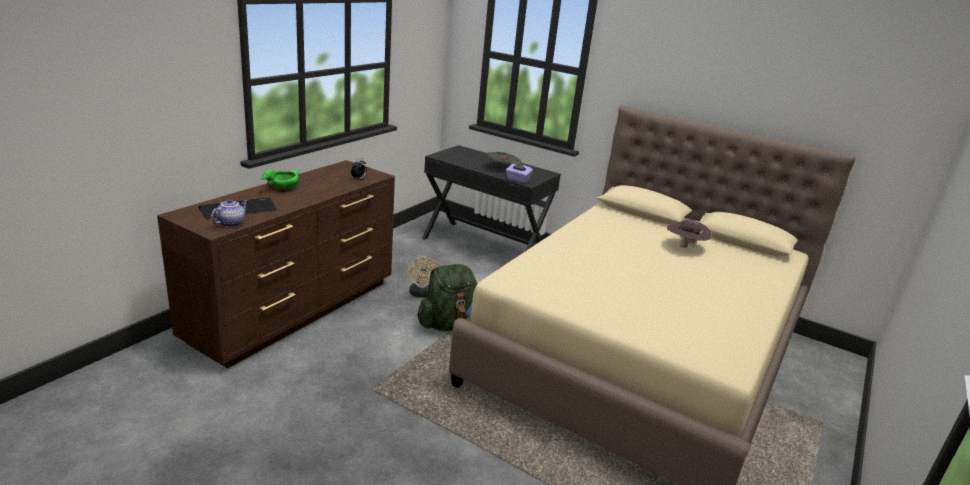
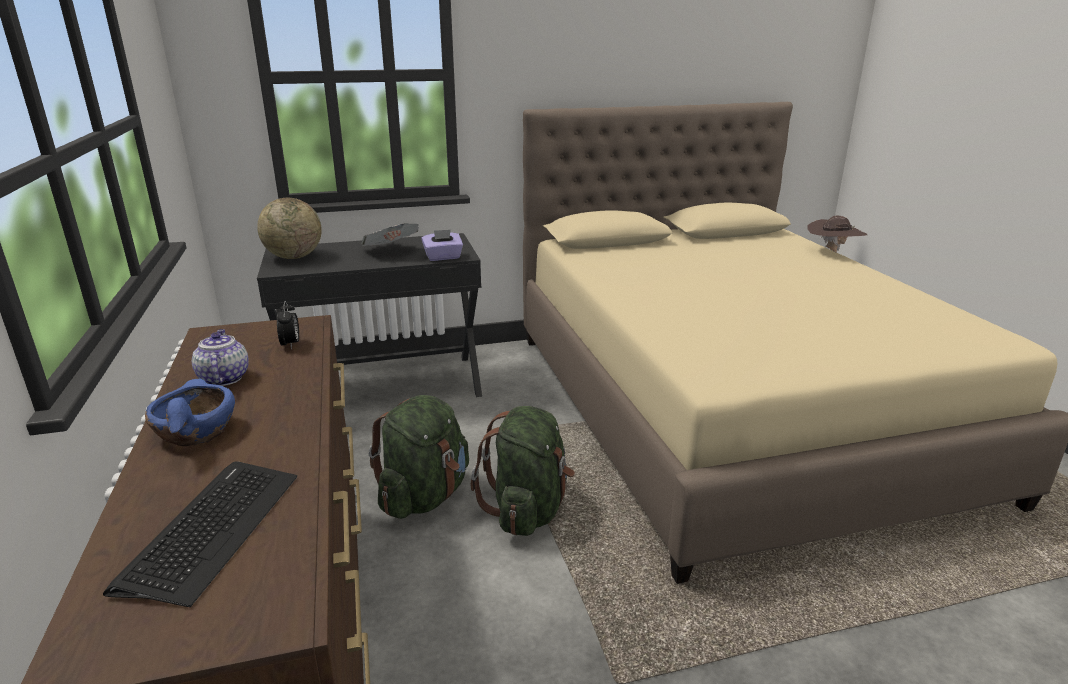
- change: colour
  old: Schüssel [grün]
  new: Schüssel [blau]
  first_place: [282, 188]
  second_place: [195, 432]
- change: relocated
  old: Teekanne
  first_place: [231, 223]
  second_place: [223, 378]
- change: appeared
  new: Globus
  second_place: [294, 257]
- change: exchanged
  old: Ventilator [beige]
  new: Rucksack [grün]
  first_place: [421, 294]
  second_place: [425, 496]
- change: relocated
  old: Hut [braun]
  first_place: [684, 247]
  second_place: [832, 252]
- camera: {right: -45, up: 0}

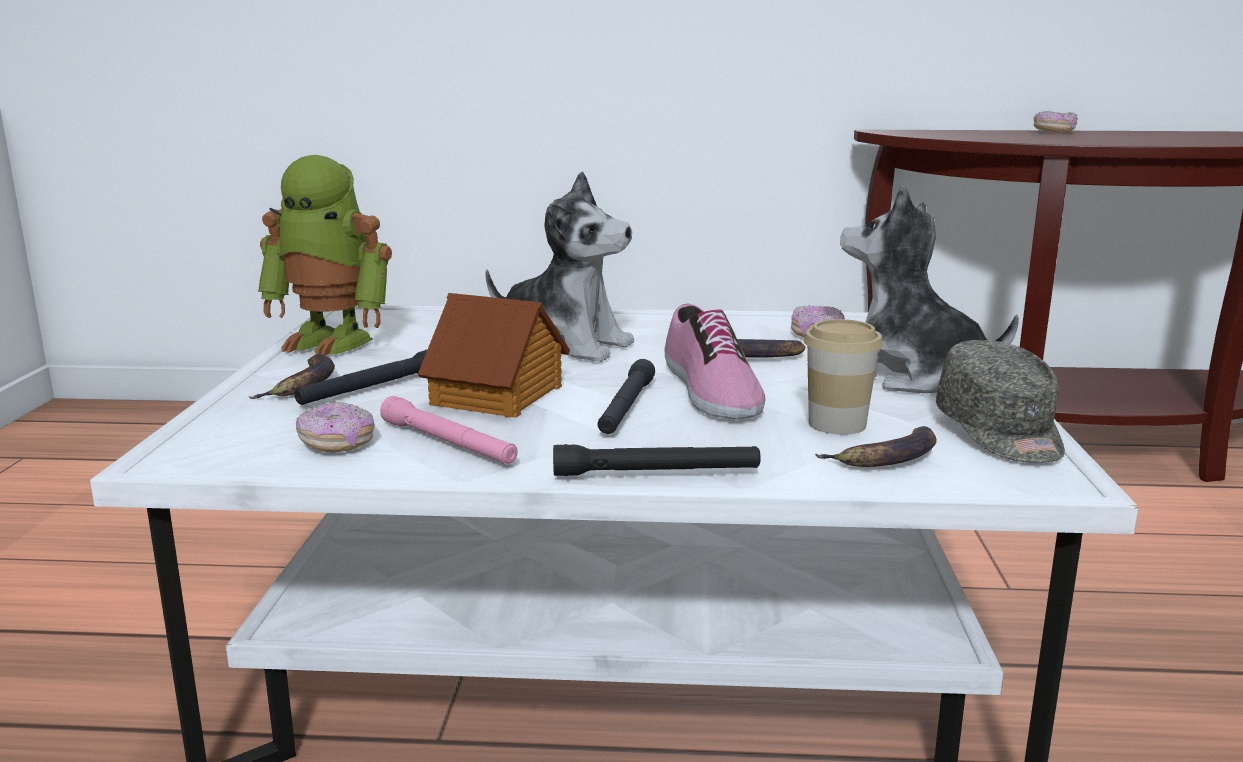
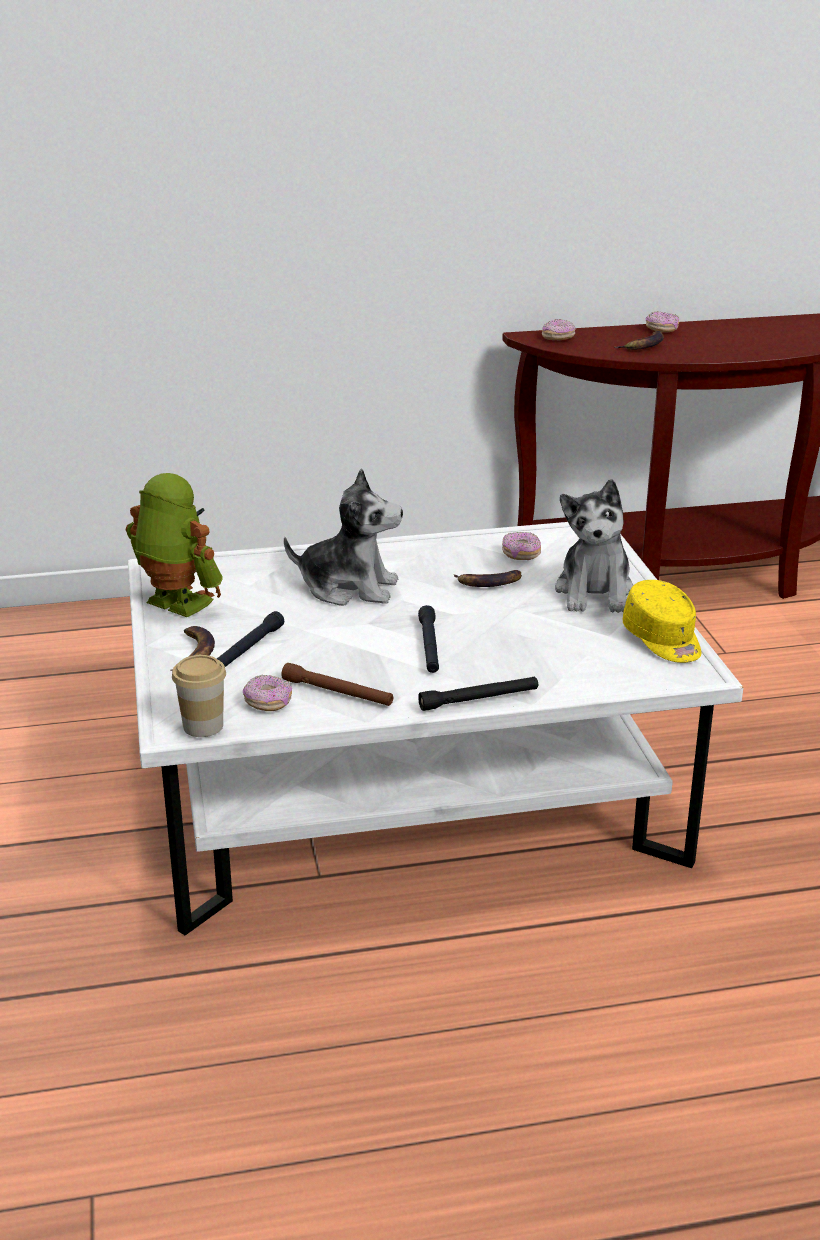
- change: spun
  old: Spielzeugroboter
  first_place: [332, 340]
  second_place: [175, 604]
  degrees: -150
- change: relocated
  old: Tasse
  first_place: [837, 424]
  second_place: [203, 726]
- change: colour
  old: Taschenlampe [rosa]
  new: Taschenlampe [braun]
  first_place: [448, 444]
  second_place: [337, 693]
- change: appeared
  new: Donut
  second_place: [558, 338]
- change: spun
  old: Plüschtier
  first_place: [908, 376]
  second_place: [595, 592]
  degrees: -105
- change: relocated
  old: Banane
  first_place: [886, 457]
  second_place: [643, 345]
- change: colour
  old: Kappe [grau]
  new: Kappe [gelb]
  first_place: [1000, 432]
  second_place: [663, 640]
- change: missing
  old: Spielzeughaus
  first_place: [499, 395]
- change: missing
  old: Schuh
  first_place: [708, 390]
- camera: {right: -15, up: 10}

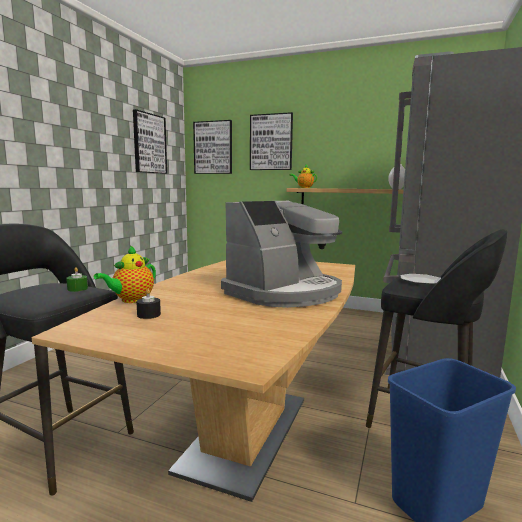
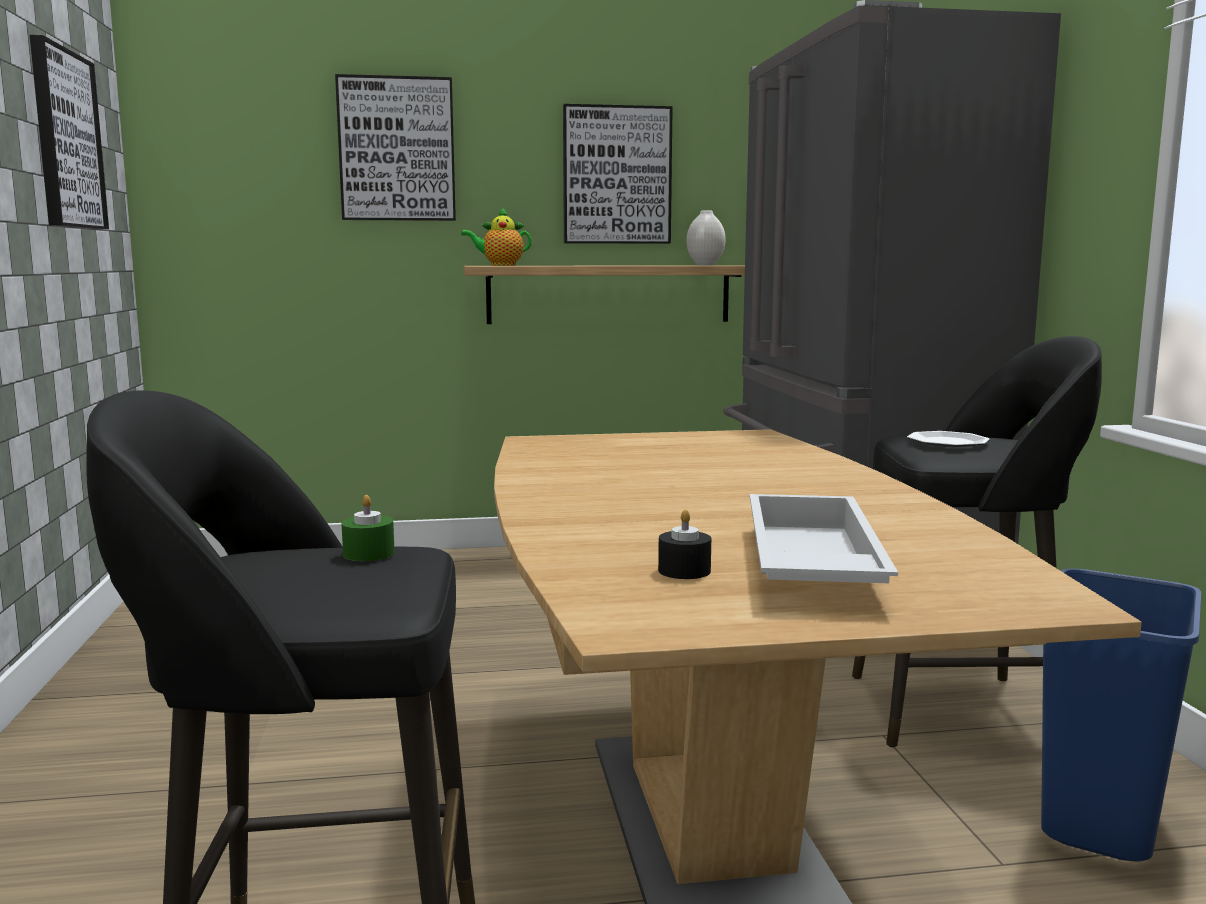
- change: relocated
  old: Bild
  first_place: [213, 147]
  second_place: [616, 175]
- change: appeared
  new: Tablett [weiß]
  second_place: [807, 563]
- change: missing
  old: Teekanne
  first_place: [131, 300]
- change: missing
  old: Kaffeemaschine
  first_place: [284, 292]
- camera: {right: -30, up: 0}

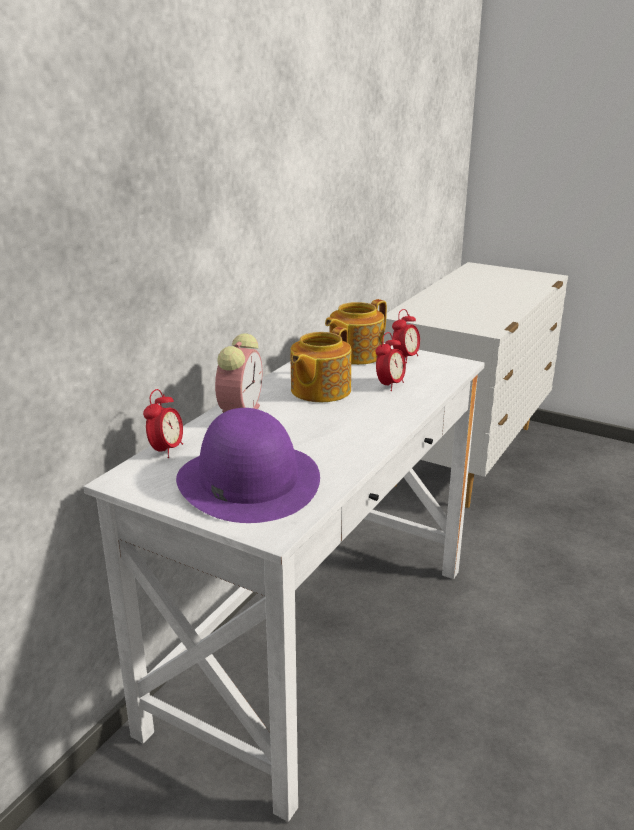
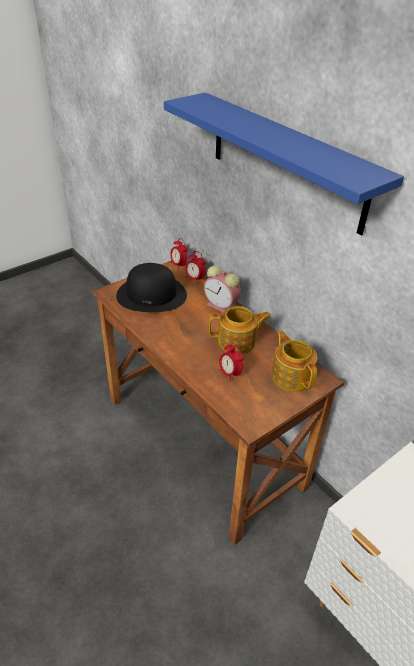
- change: colour
  old: Schreibtisch [weiß]
  new: Schreibtisch [braun]
  first_place: [315, 643]
  second_place: [203, 441]
- change: colour
  old: Hut [lila]
  new: Hut [schwarz]
  first_place: [248, 480]
  second_place: [152, 294]
- change: appeared
  new: Wandregal [blau]
  second_place: [285, 161]
- change: relocated
  old: Wecker
  first_place: [405, 358]
  second_place: [178, 265]
- change: spun
  old: Teekanne
  first_place: [319, 390]
  second_place: [237, 341]
  degrees: 120
- camera: {right: 110, up: 15}

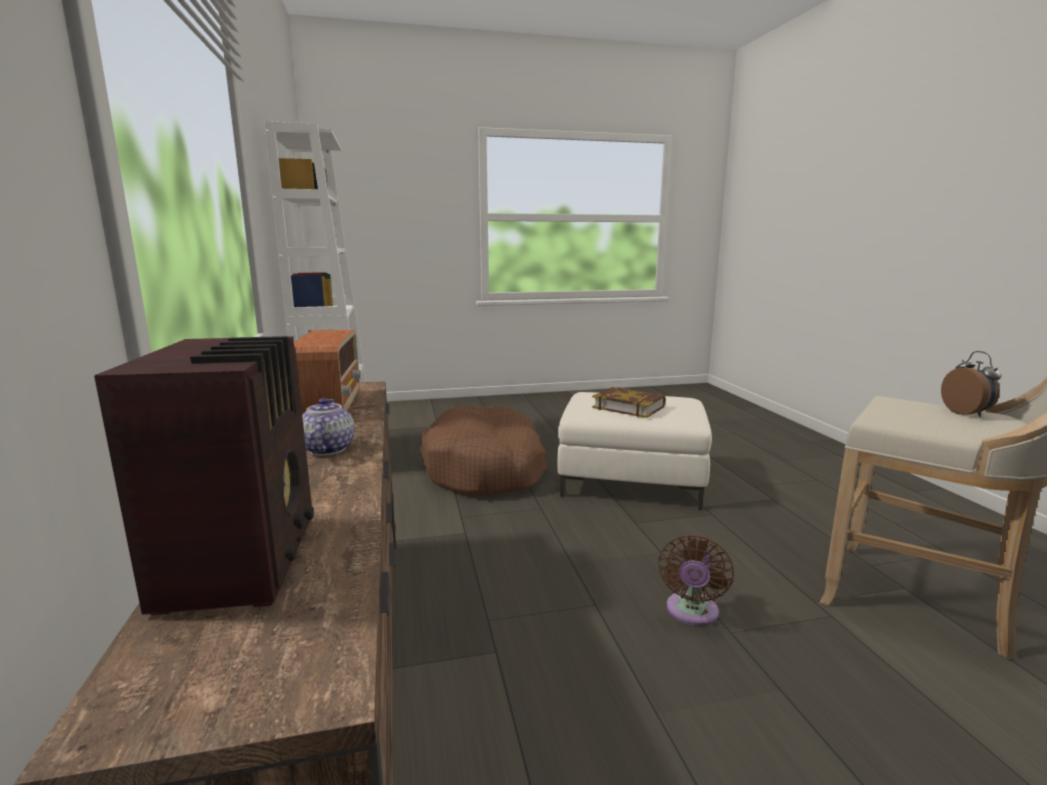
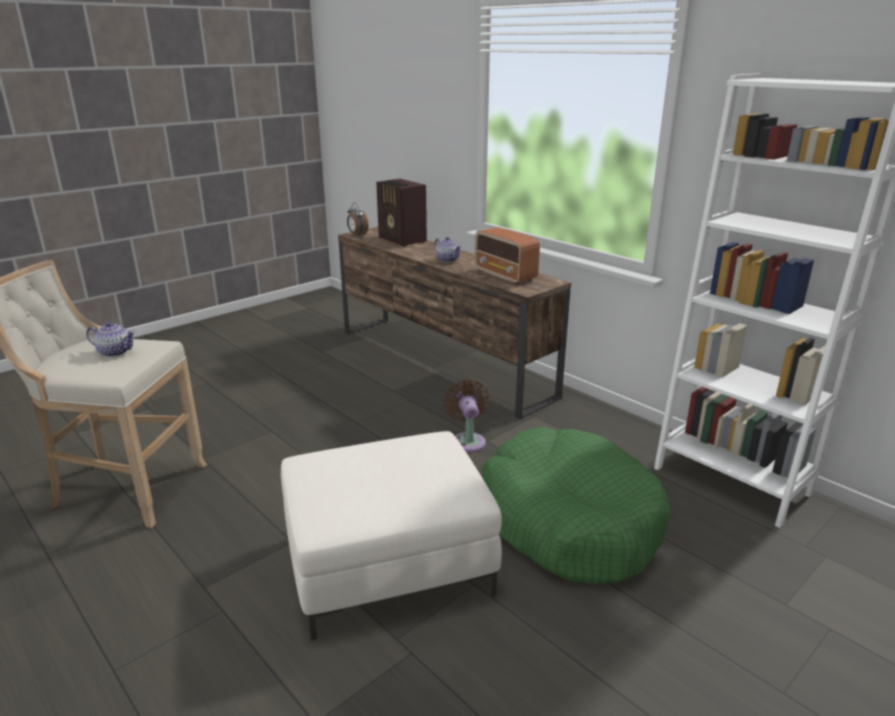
- change: appeared
  new: Teekanne
  second_place: [115, 352]
- change: relocated
  old: Wecker
  first_place: [967, 413]
  second_place: [357, 235]
- change: relocated
  old: Ventilator [braun]
  first_place: [691, 613]
  second_place: [468, 440]
- change: colour
  old: Hundebett [braun]
  new: Hundebett [grün]
  first_place: [485, 469]
  second_place: [569, 521]
- change: missing
  old: Buch
  first_place: [629, 407]
- camera: {right: 150, up: 10}

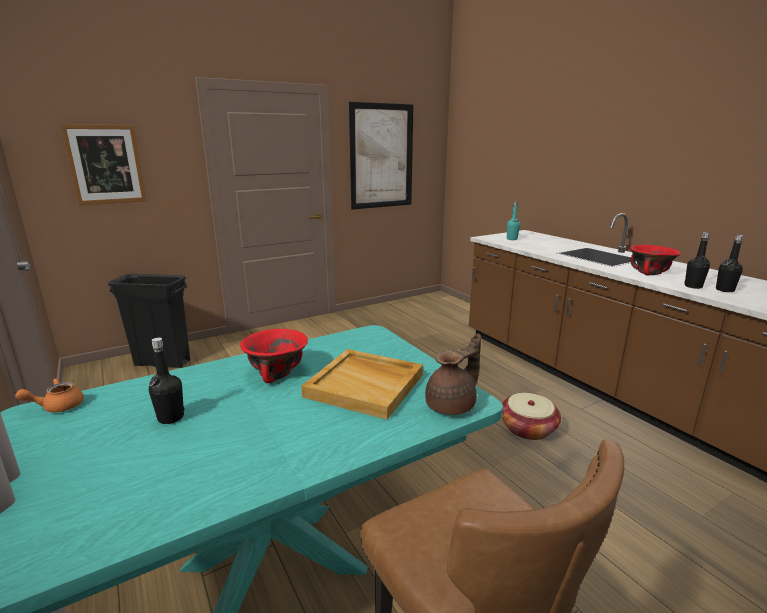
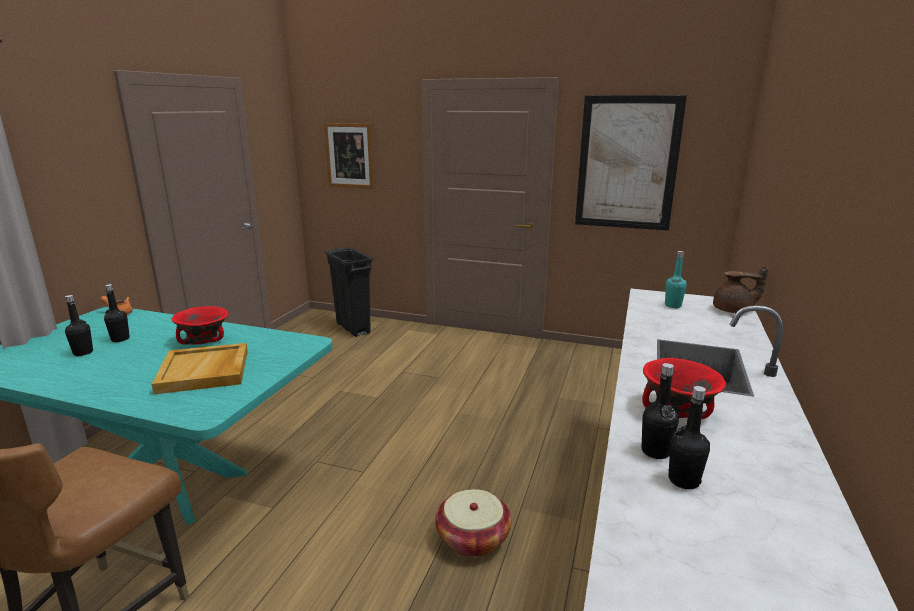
- change: appeared
  new: Flasche [schwarz]
  second_place: [83, 352]
- change: relocated
  old: Teekanne [braun]
  first_place: [452, 405]
  second_place: [733, 311]
- camera: {right: 50, up: 0}

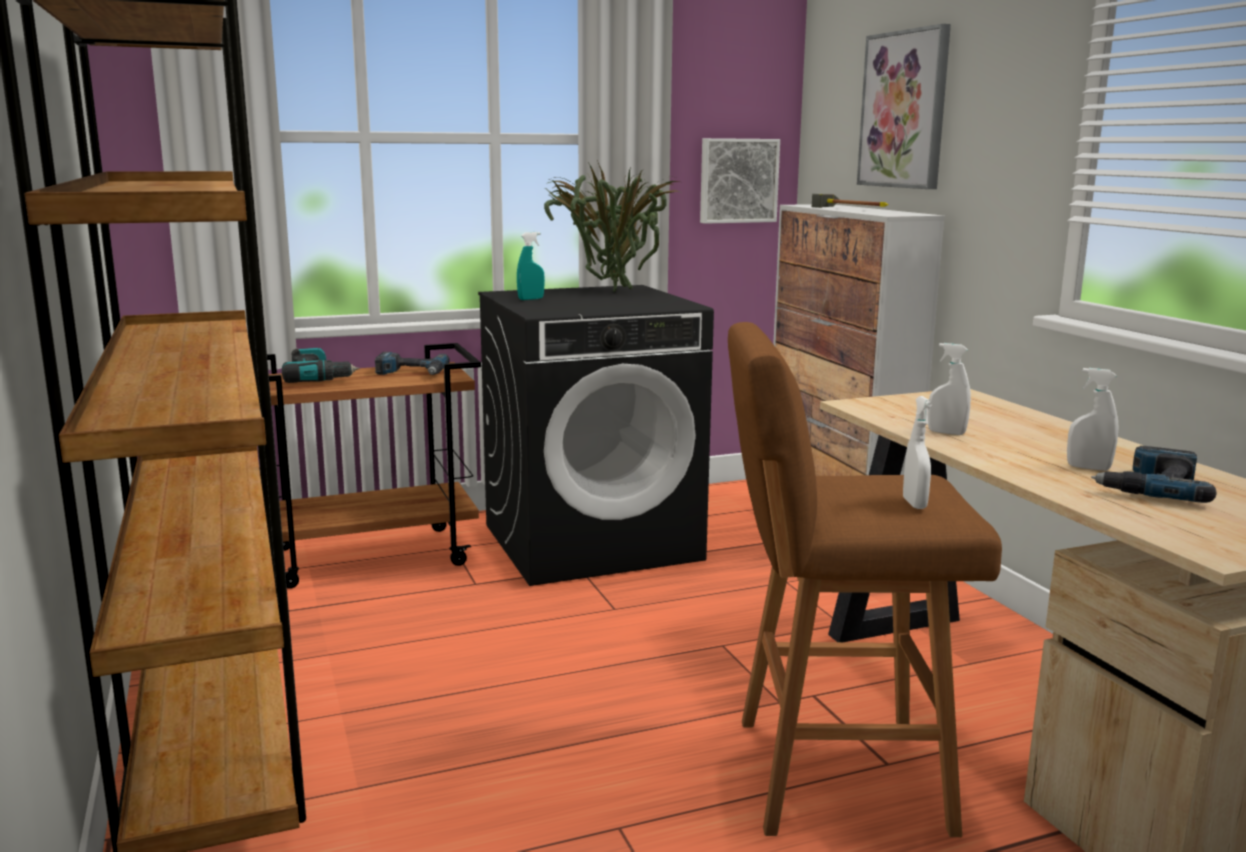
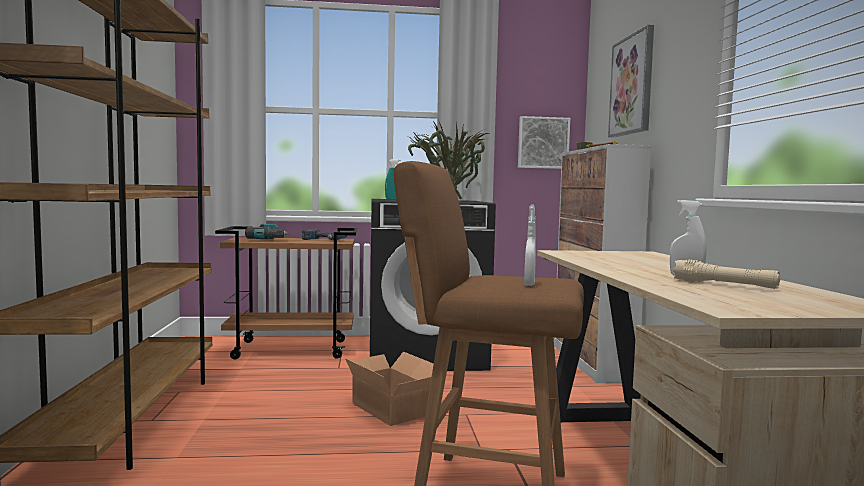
- change: appeared
  new: Karton
  second_place: [392, 407]
- change: exchanged
  old: Bohrmaschine
  new: Taschenlampe [beige]
  first_place: [1151, 486]
  second_place: [724, 285]
- change: missing
  old: Sprühflasche [weiß]
  first_place: [946, 433]
- camera: {right: 15, up: -10}

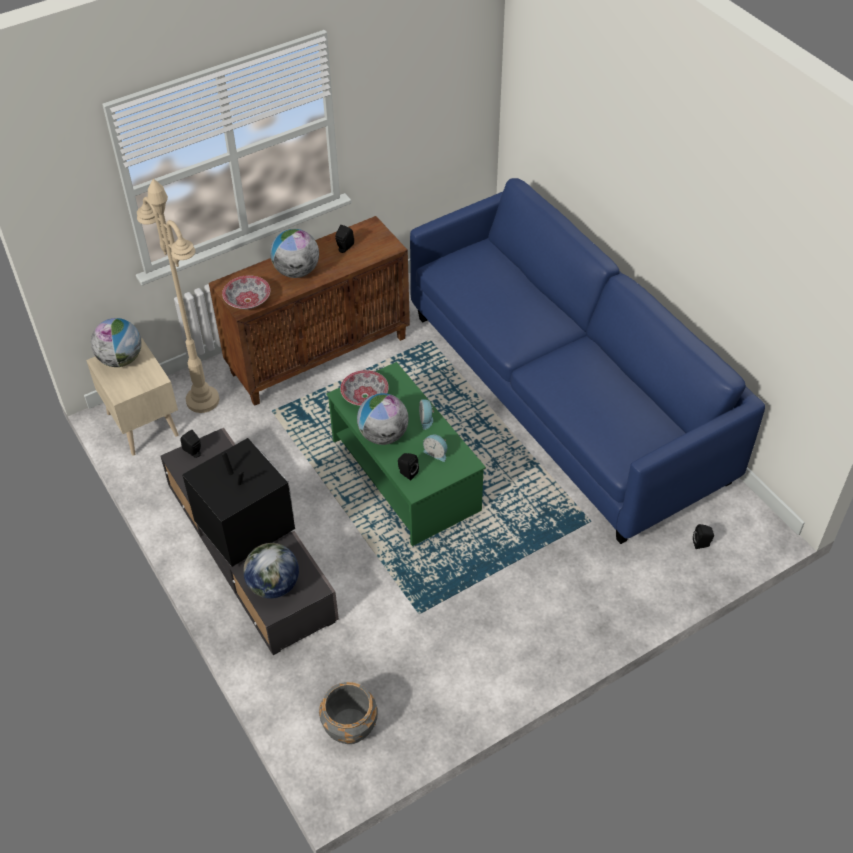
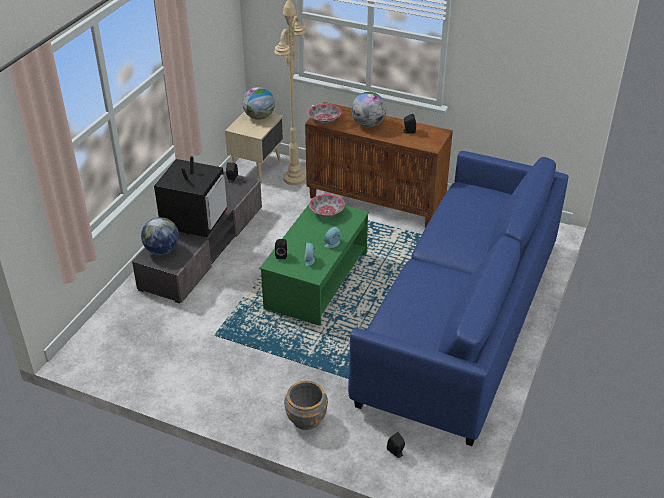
- change: relocated
  old: Pflanzkübel [grau]
  first_place: [349, 727]
  second_place: [306, 418]
- change: missing
  old: Globus
  first_place: [383, 435]
- camera: {right: 55, up: -10}

